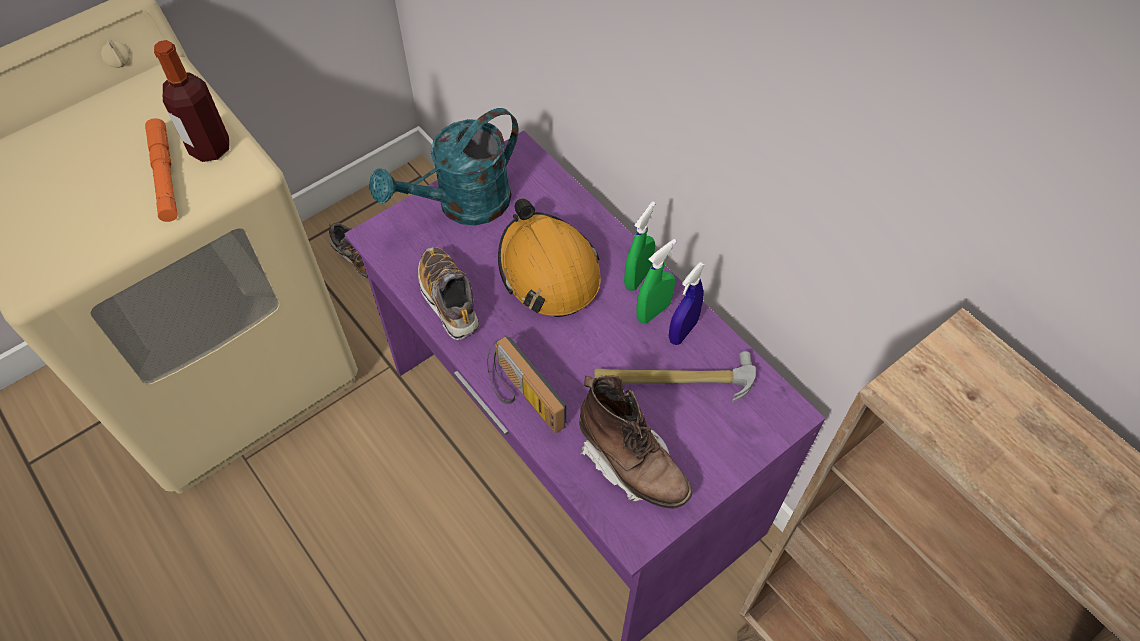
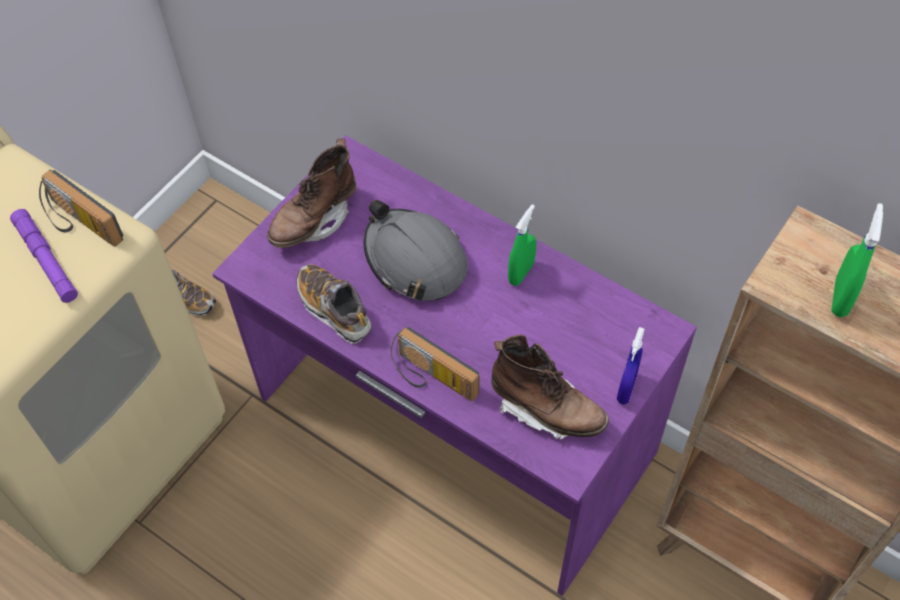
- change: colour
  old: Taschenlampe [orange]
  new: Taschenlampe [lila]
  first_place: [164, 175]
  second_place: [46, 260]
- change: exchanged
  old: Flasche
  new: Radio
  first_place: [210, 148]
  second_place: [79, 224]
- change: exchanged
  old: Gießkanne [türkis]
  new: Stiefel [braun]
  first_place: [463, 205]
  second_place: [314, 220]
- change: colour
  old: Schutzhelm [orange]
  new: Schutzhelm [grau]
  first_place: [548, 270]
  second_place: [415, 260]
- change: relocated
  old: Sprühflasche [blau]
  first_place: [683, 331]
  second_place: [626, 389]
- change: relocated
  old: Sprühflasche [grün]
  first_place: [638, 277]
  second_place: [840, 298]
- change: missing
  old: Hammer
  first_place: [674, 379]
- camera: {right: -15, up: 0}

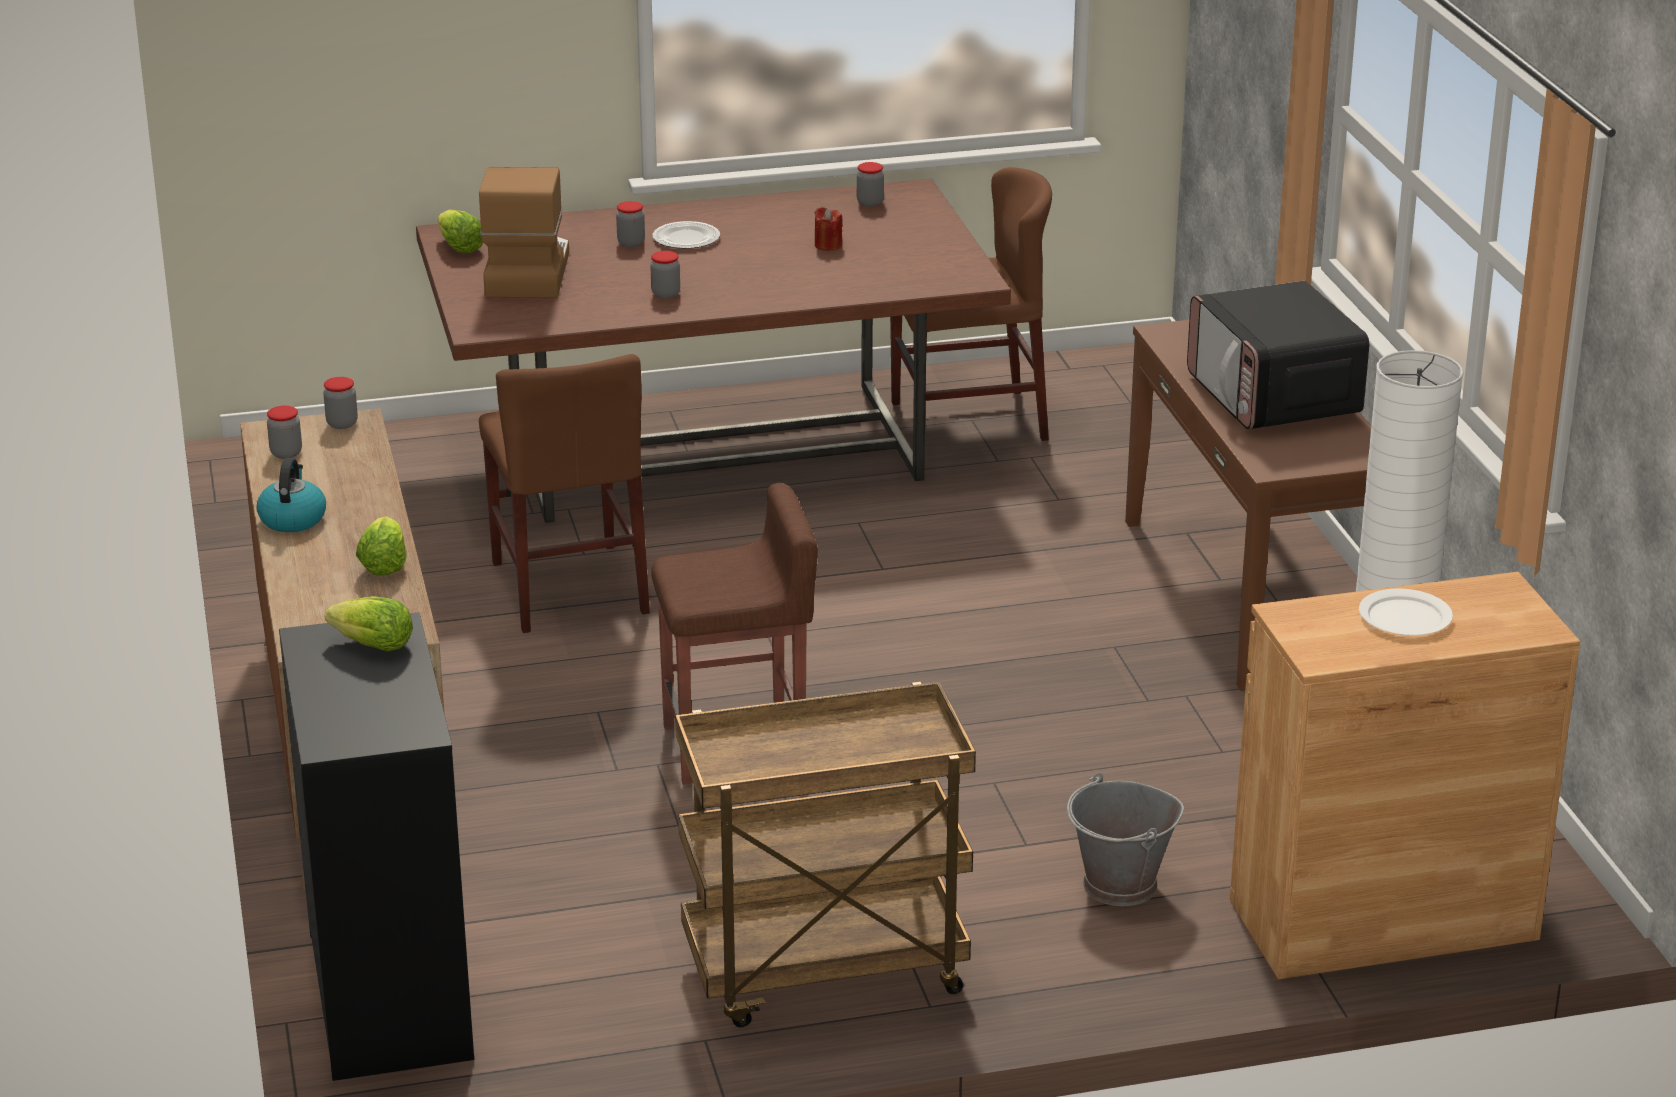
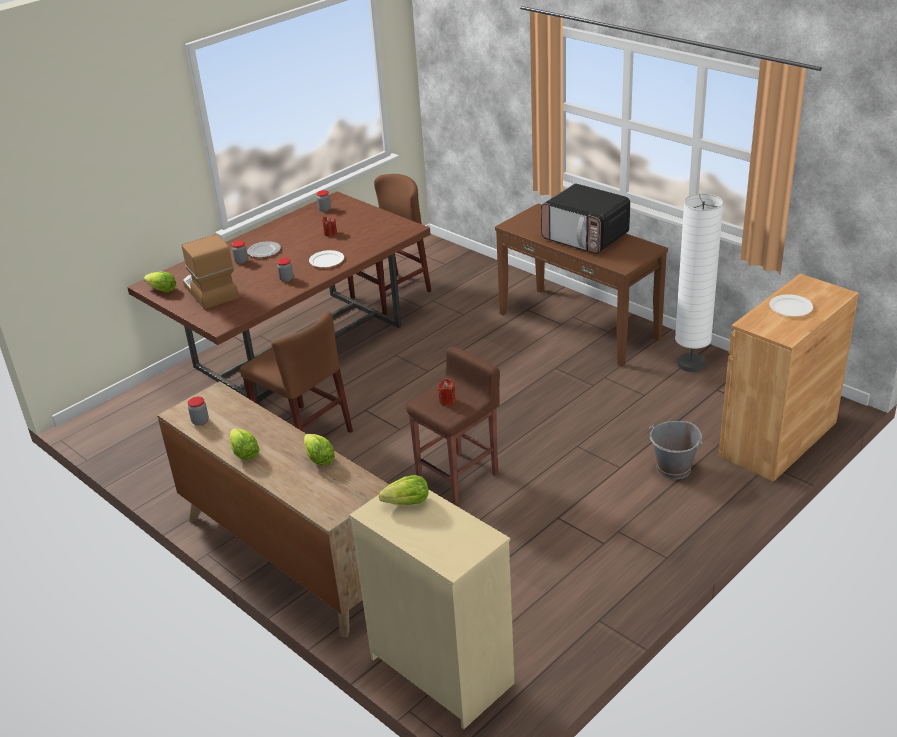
- change: exchanged
  old: Wasserkessel
  new: Salatkopf
  first_place: [292, 519]
  second_place: [244, 453]
- change: appeared
  new: Teller [weiß]
  second_place: [327, 260]
- change: colour
  old: Kommode [schwarz]
  new: Kommode [beige]
  first_place: [392, 995]
  second_place: [442, 670]
- change: appeared
  new: Kerze [rot]
  second_place: [447, 401]
- change: missing
  old: Vorratsglas
  first_place: [342, 423]
- change: missing
  old: Rollwagen [braun]
  first_place: [823, 973]
- camera: {right: -30, up: 5}

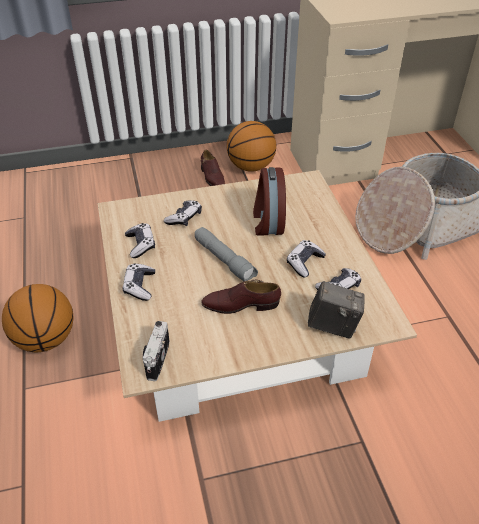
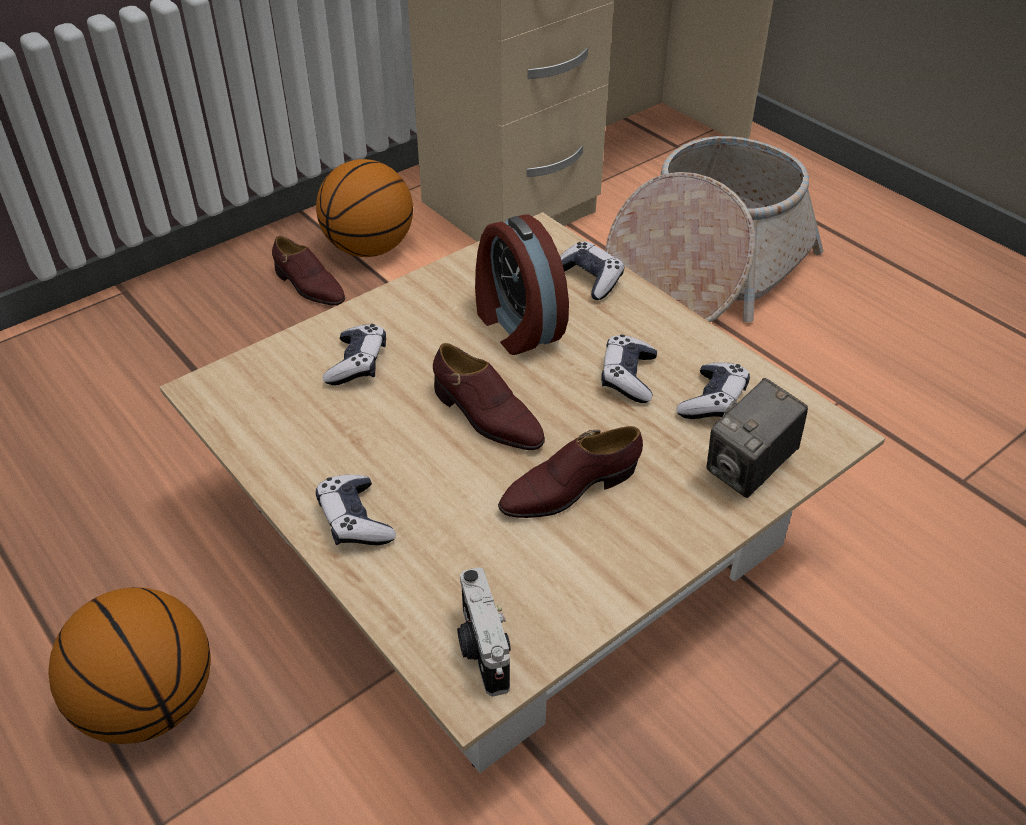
- change: exchanged
  old: Taschenlampe [grau]
  new: Schuh [braun]
  first_place: [225, 260]
  second_place: [486, 417]
- change: relocated
  old: Gamepad
  first_place: [140, 245]
  second_place: [589, 279]
- change: spun
  old: Kamera
  first_place: [333, 326]
  second_place: [749, 470]
  degrees: 150
- camera: {right: -25, up: 0}

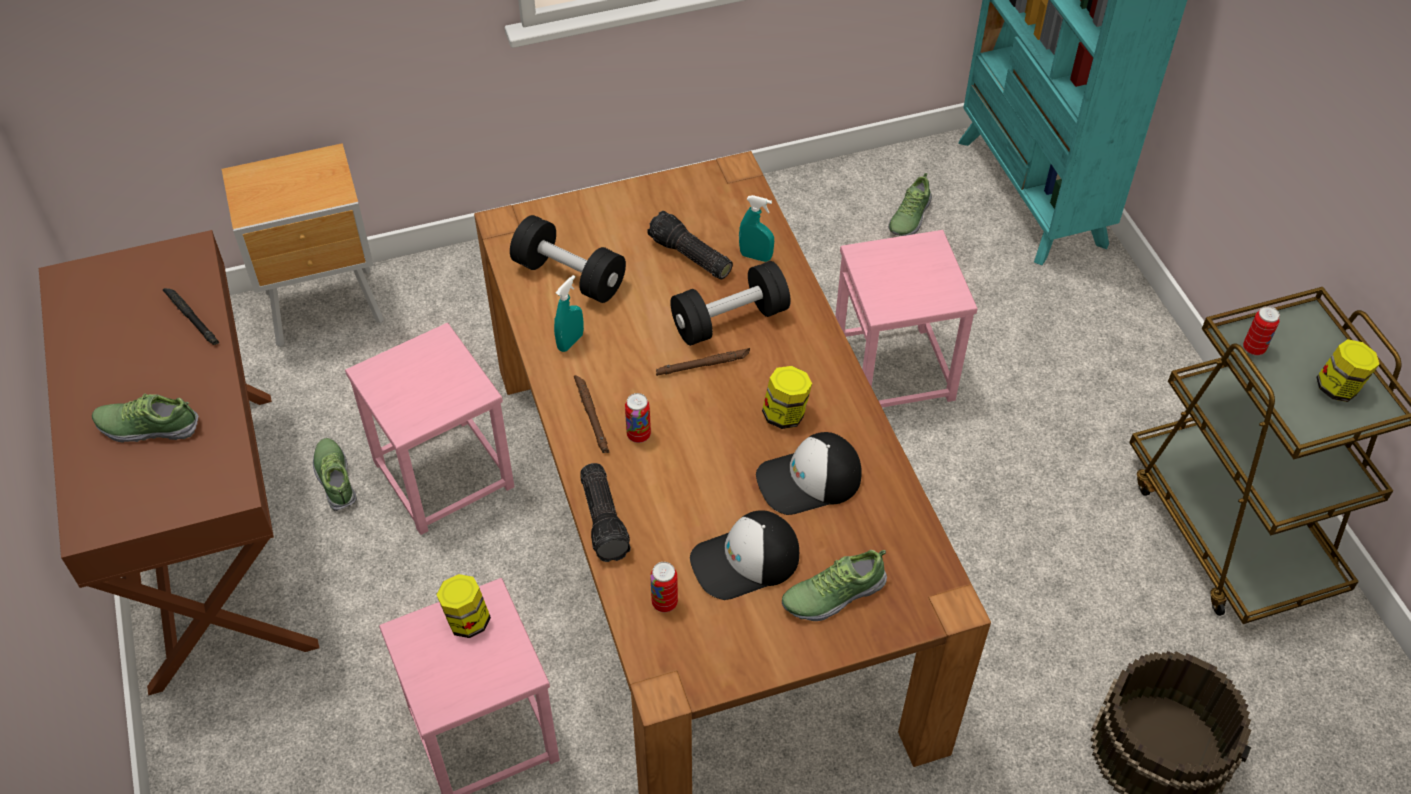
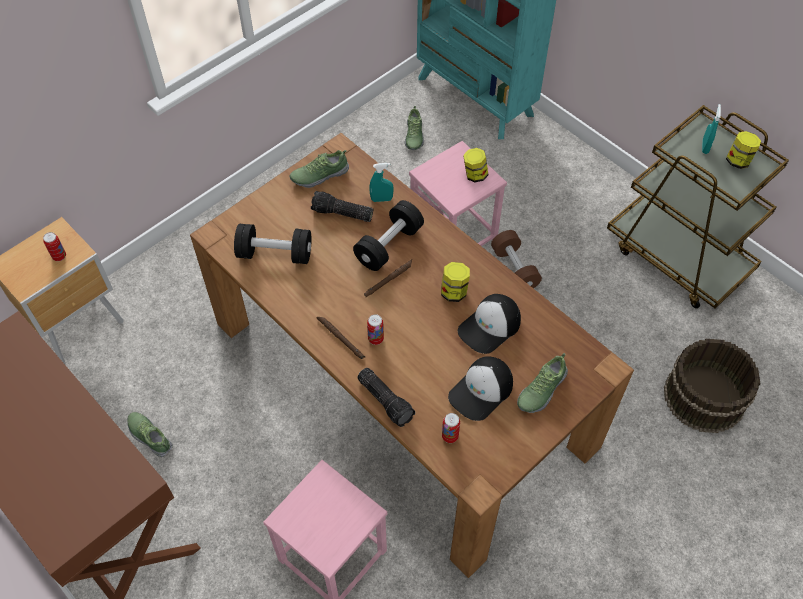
- change: relocated
  old: Dose
  first_place: [1253, 348]
  second_place: [59, 256]
- change: relocated
  old: Schuh
  first_place: [148, 426]
  second_place: [319, 175]
- change: relocated
  old: Vorratsglas
  first_place: [467, 620]
  second_place: [474, 175]
- change: appeared
  new: Hantel [braun]
  second_place: [514, 269]
- change: relocated
  old: Sprühflasche [türkis]
  first_place: [570, 342]
  second_place: [705, 147]
- change: missing
  old: Taschenlampe [schwarz]
  first_place: [192, 319]
- change: missing
  old: Hocker [rosa]
  first_place: [442, 474]
- camera: {right: -25, up: 5}

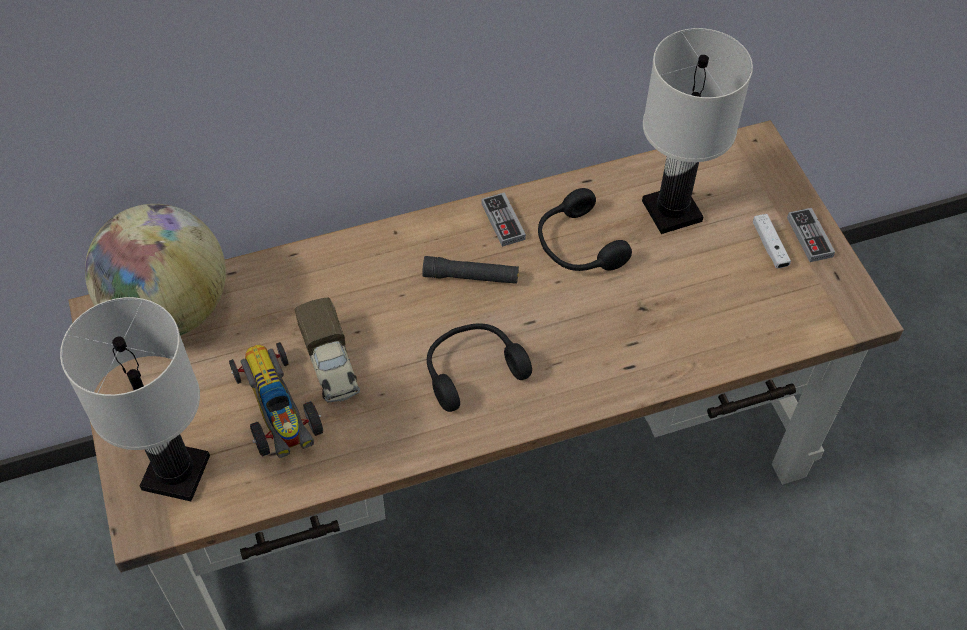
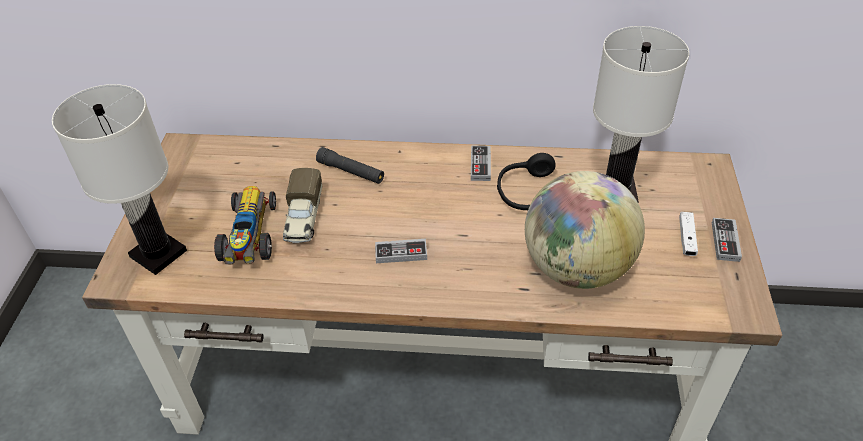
- change: relocated
  old: Taschenlampe [schwarz]
  first_place: [471, 277]
  second_place: [351, 172]
- change: exchanged
  old: Kopfhörer [schwarz]
  new: Gamepad
  first_place: [472, 369]
  second_place: [401, 253]
- change: relocated
  old: Globus
  first_place: [169, 310]
  second_place: [576, 267]
- camera: {right: 25, up: -10}

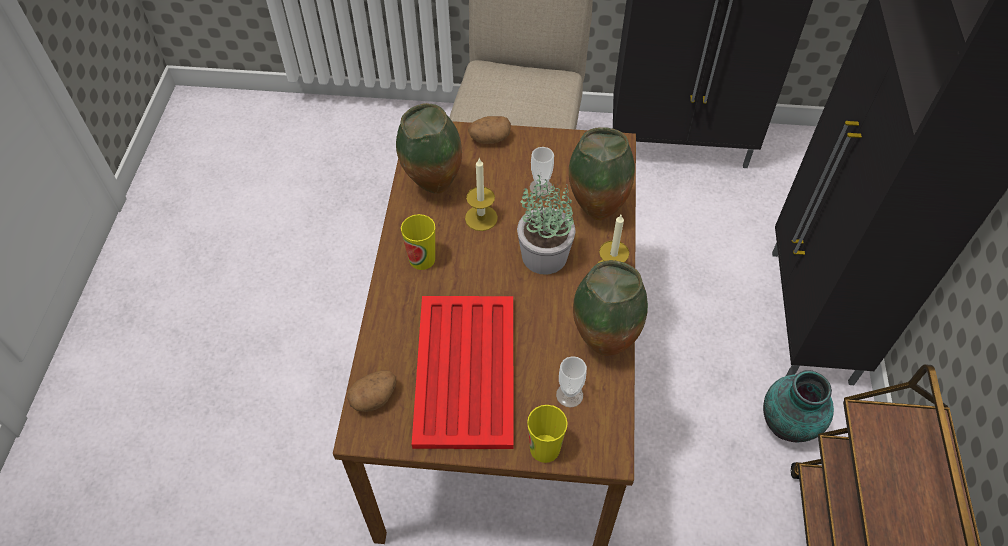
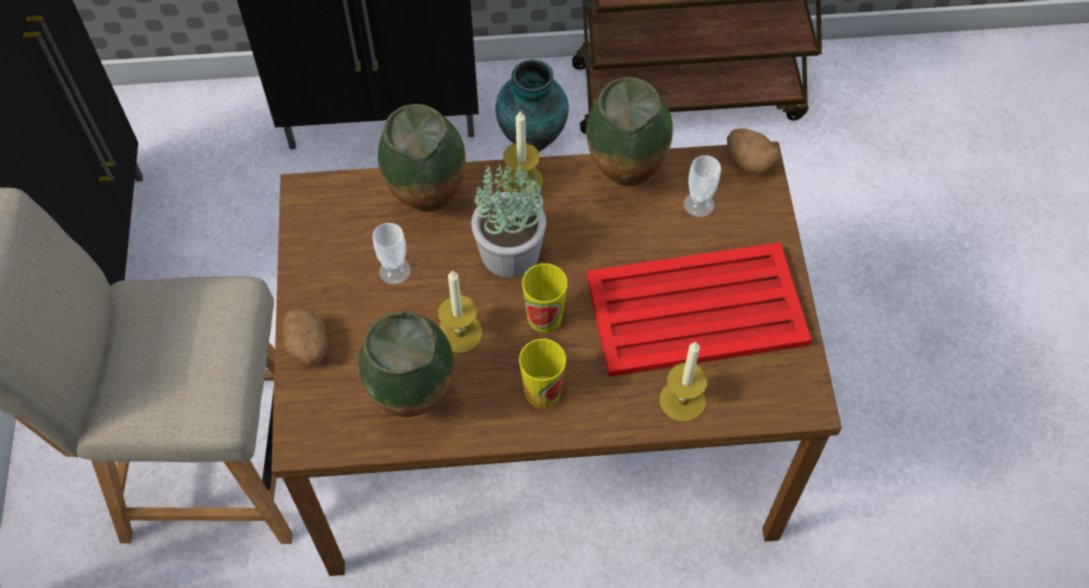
- change: relocated
  old: Tasse
  first_place: [544, 448]
  second_place: [544, 317]
- change: appeared
  new: Kerze
  second_place: [682, 400]
- change: relocated
  old: Kartoffel
  first_place: [374, 398]
  second_place: [749, 161]
- camera: {right: -100, up: 5}

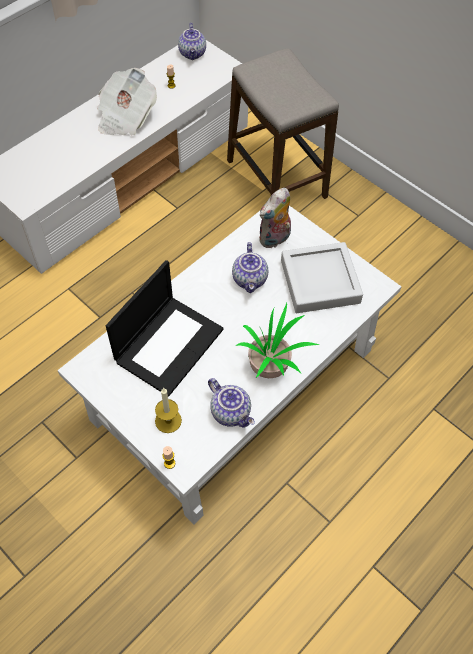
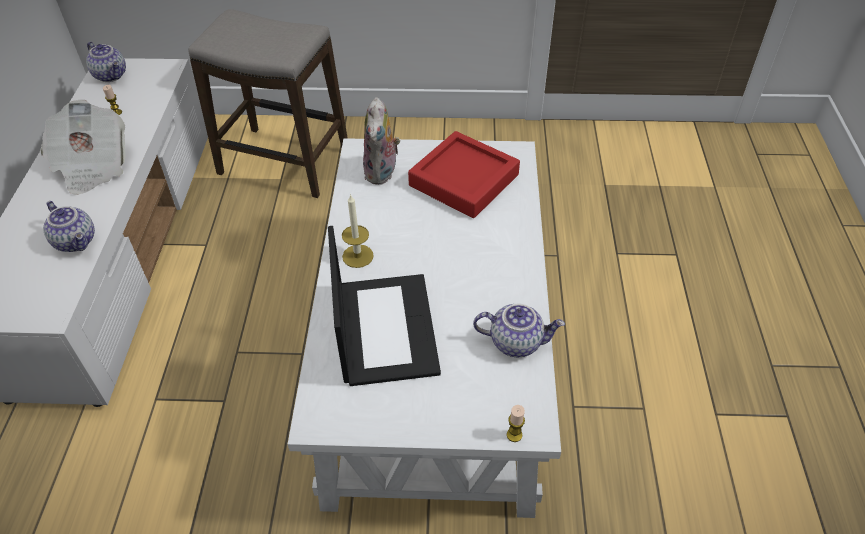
- change: relocated
  old: Teekanne
  first_place: [250, 279]
  second_place: [77, 241]
- change: relocated
  old: Kerze
  first_place: [168, 420]
  second_place: [357, 256]
- change: colour
  old: Tablett [grau]
  new: Tablett [rot]
  first_place: [320, 282]
  second_place: [464, 180]
- change: missing
  old: Topfpflanze
  first_place: [271, 367]
- camera: {right: -40, up: -10}

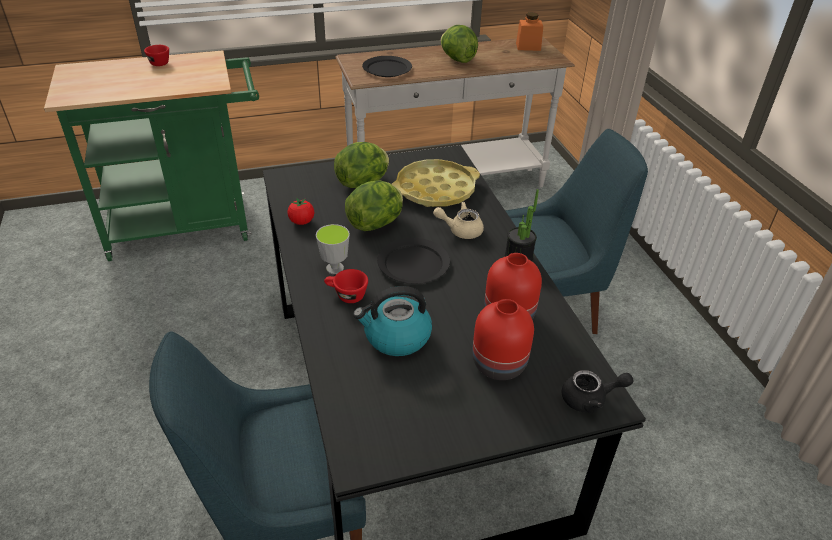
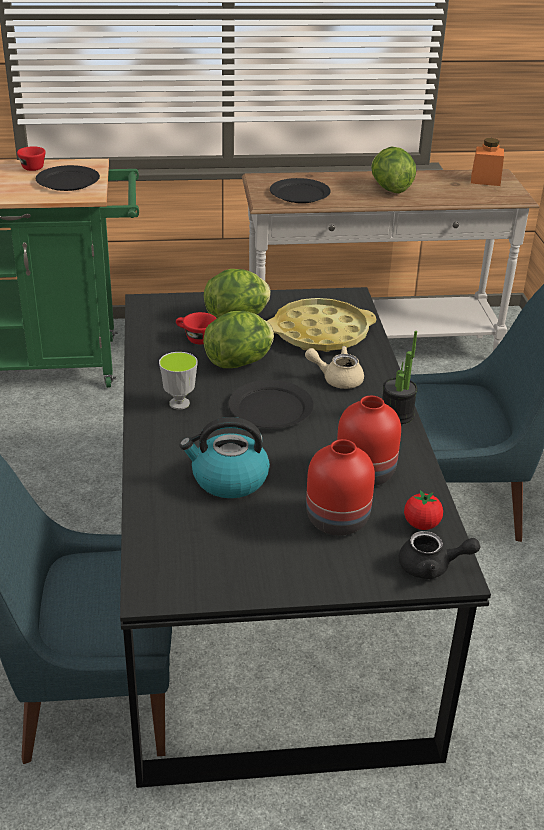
- change: appeared
  new: Teller [schwarz]
  second_place: [68, 181]
- change: relocated
  old: Tasse [rot]
  first_place: [346, 295]
  second_place: [195, 338]
- change: relocated
  old: Tomate
  first_place: [301, 222]
  second_place: [421, 524]
- camera: {right: 10, up: -5}

